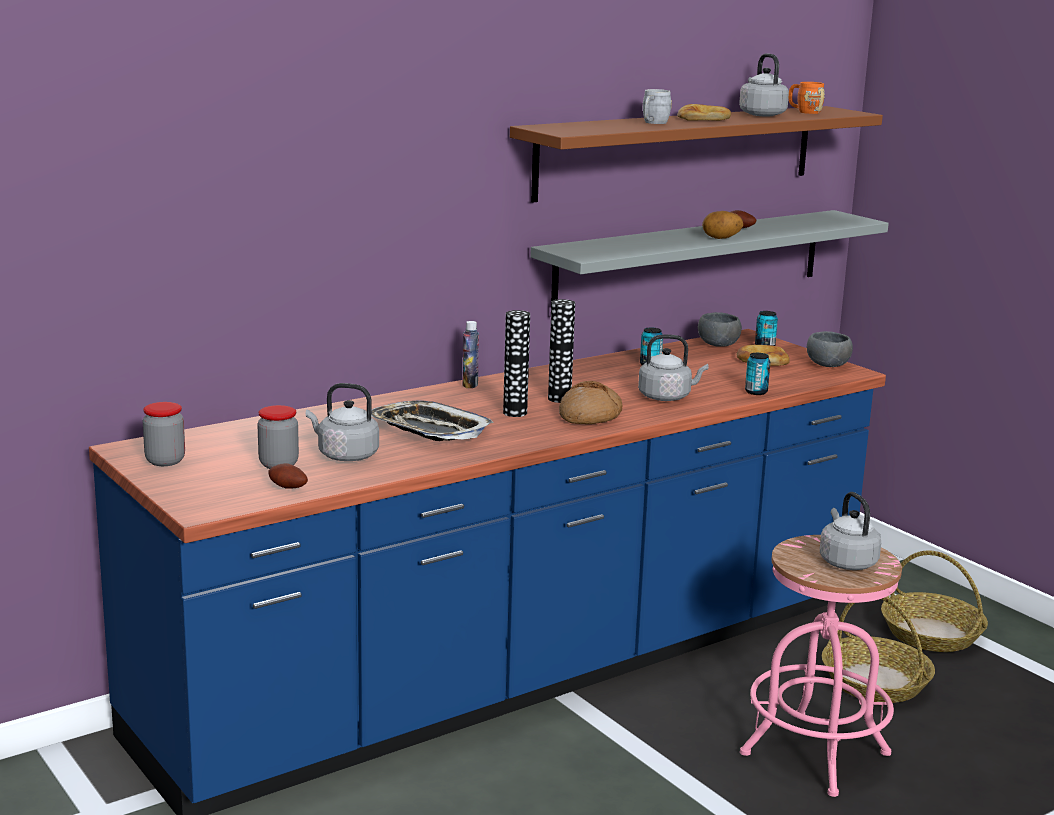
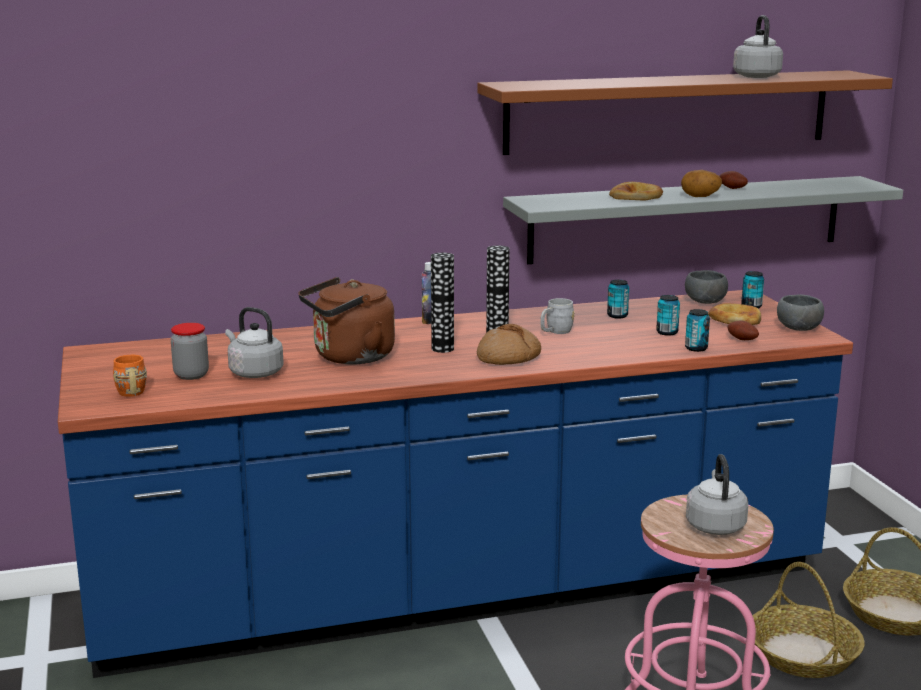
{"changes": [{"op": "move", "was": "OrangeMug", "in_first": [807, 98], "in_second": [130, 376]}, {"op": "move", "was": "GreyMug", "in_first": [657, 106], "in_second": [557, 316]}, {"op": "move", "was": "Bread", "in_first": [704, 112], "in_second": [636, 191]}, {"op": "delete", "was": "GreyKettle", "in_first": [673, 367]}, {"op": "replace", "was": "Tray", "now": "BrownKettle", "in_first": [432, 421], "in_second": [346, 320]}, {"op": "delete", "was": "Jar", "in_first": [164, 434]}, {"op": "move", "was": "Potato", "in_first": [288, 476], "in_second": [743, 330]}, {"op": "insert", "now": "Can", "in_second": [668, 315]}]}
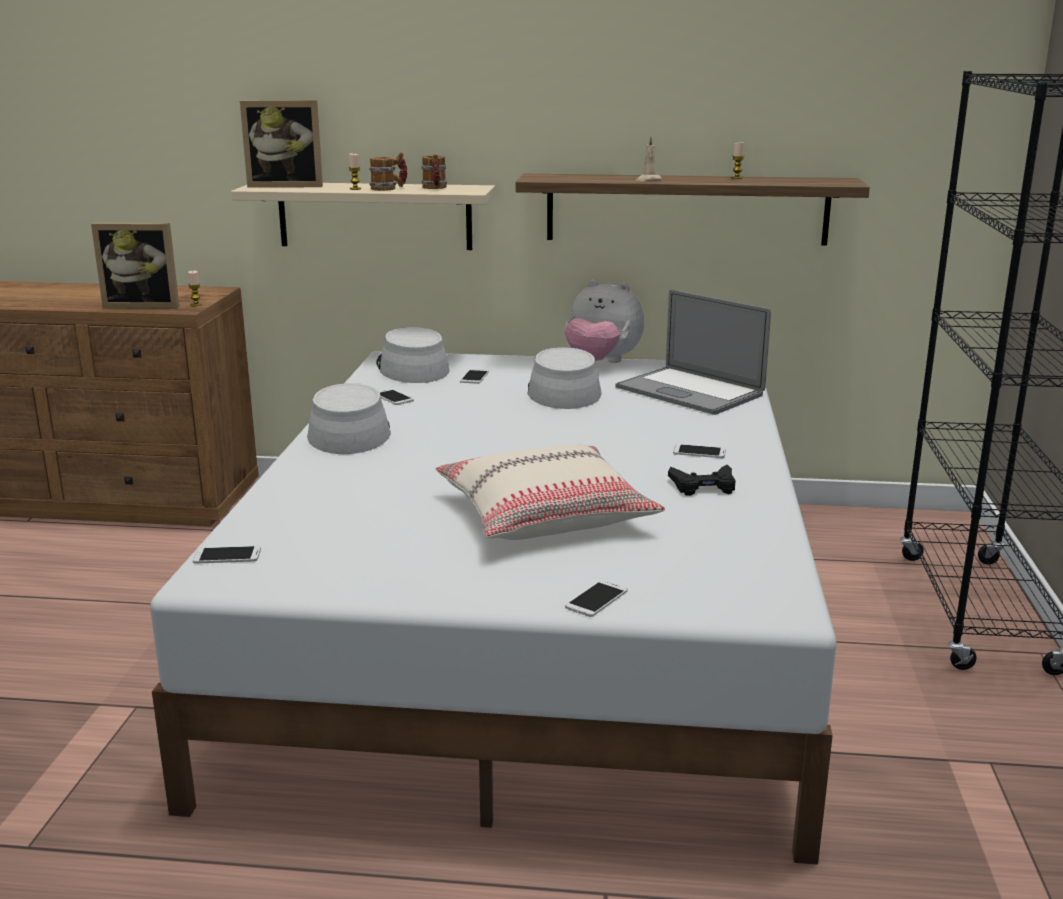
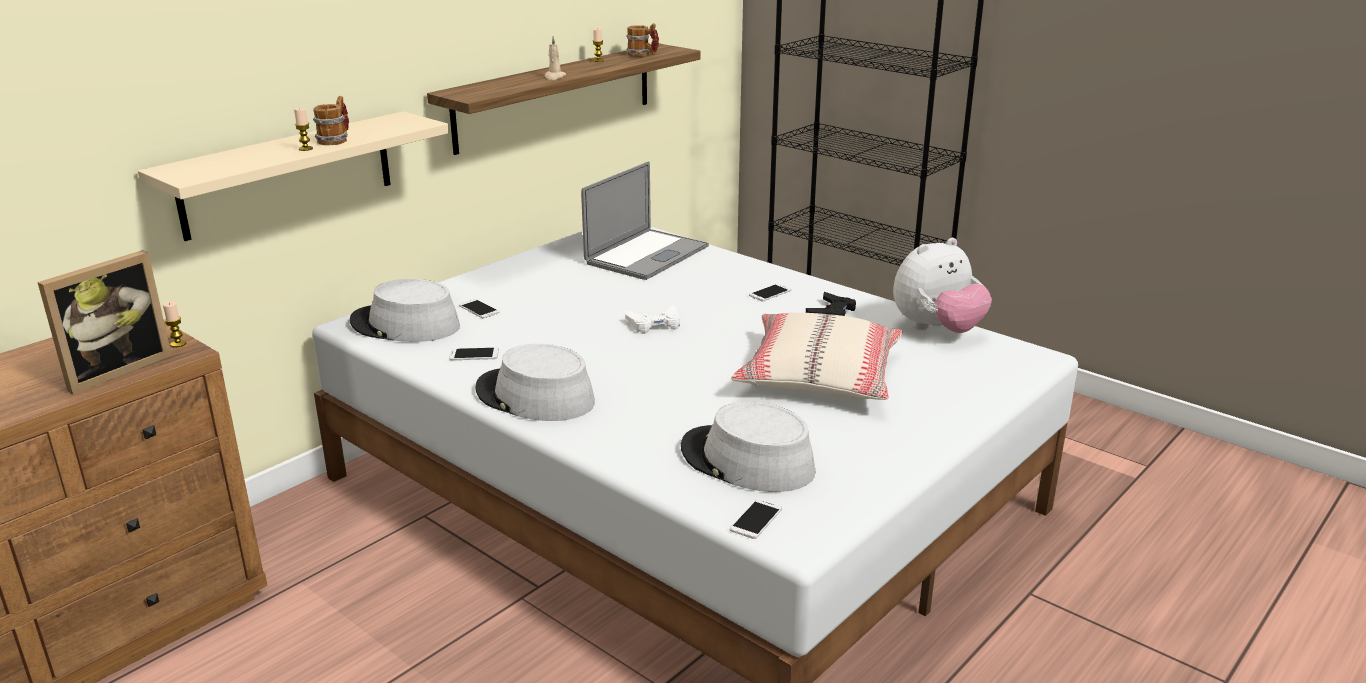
{"changes": [{"op": "delete", "was": "PictureFrame", "in_first": [281, 144]}, {"op": "move", "was": "Mug", "in_first": [434, 171], "in_second": [643, 40]}, {"op": "move", "was": "PlushToy", "in_first": [604, 321], "in_second": [942, 285]}, {"op": "rotate", "was": "Laptop", "in_first": [693, 352], "in_second": [645, 220], "clockwise": -45}, {"op": "move", "was": "GreyHat", "in_first": [564, 378], "in_second": [748, 447]}, {"op": "delete", "was": "Phone", "in_first": [596, 598]}, {"op": "insert", "now": "WhiteGameController", "in_second": [652, 319]}]}
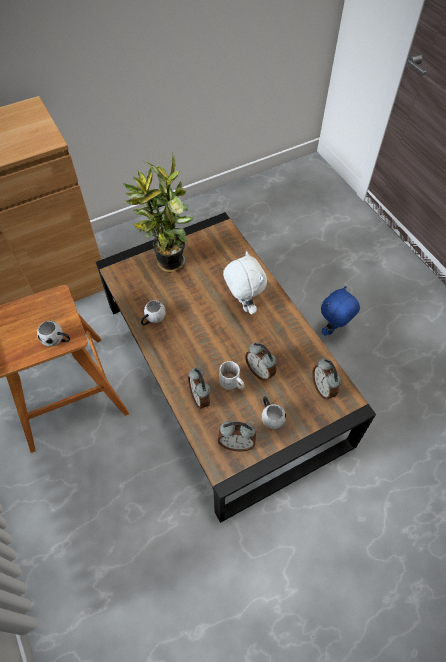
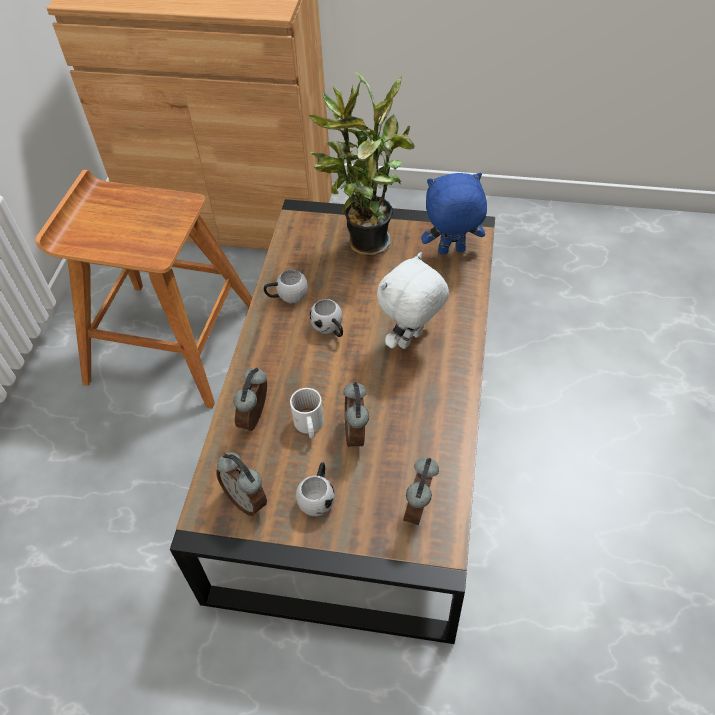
{"changes": [{"op": "rotate", "was": "WhitePlushToy", "in_first": [245, 282], "in_second": [413, 300], "clockwise": -150}, {"op": "move", "was": "BluePlushToy", "in_first": [340, 311], "in_second": [454, 213]}, {"op": "move", "was": "WhiteMug", "in_first": [53, 334], "in_second": [326, 318]}]}
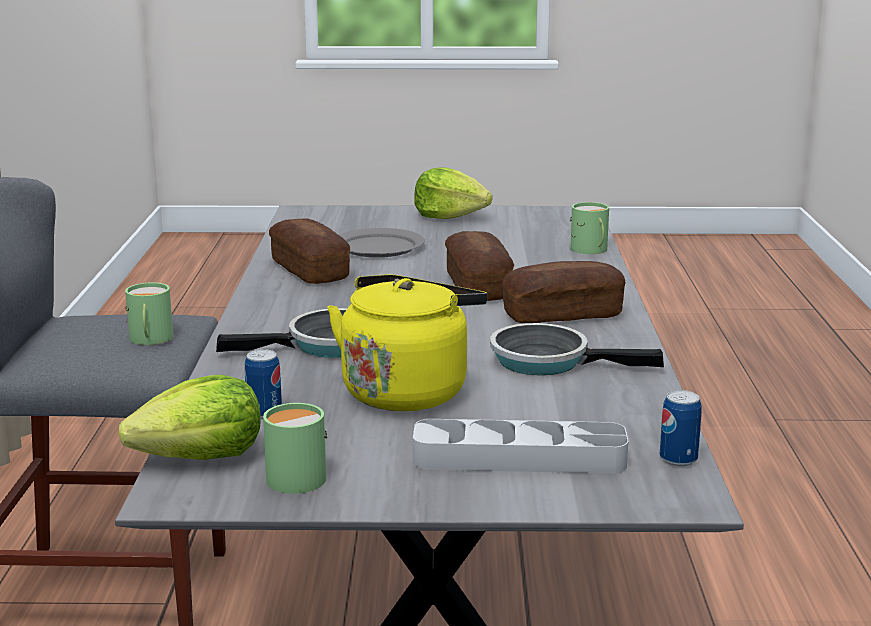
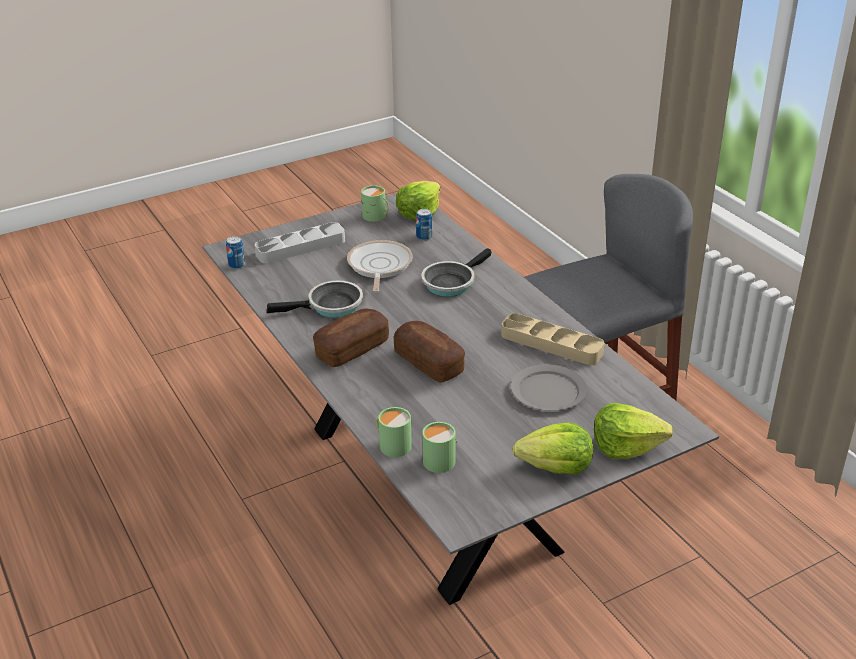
{"changes": [{"op": "replace", "was": "Bread", "now": "BeigeTray", "in_first": [309, 251], "in_second": [552, 339]}, {"op": "replace", "was": "YellowKettle", "now": "FryingPan", "in_first": [407, 342], "in_second": [380, 266]}, {"op": "move", "was": "GreenMug", "in_first": [149, 313], "in_second": [439, 447]}, {"op": "insert", "now": "Lettuce", "in_second": [633, 431]}]}
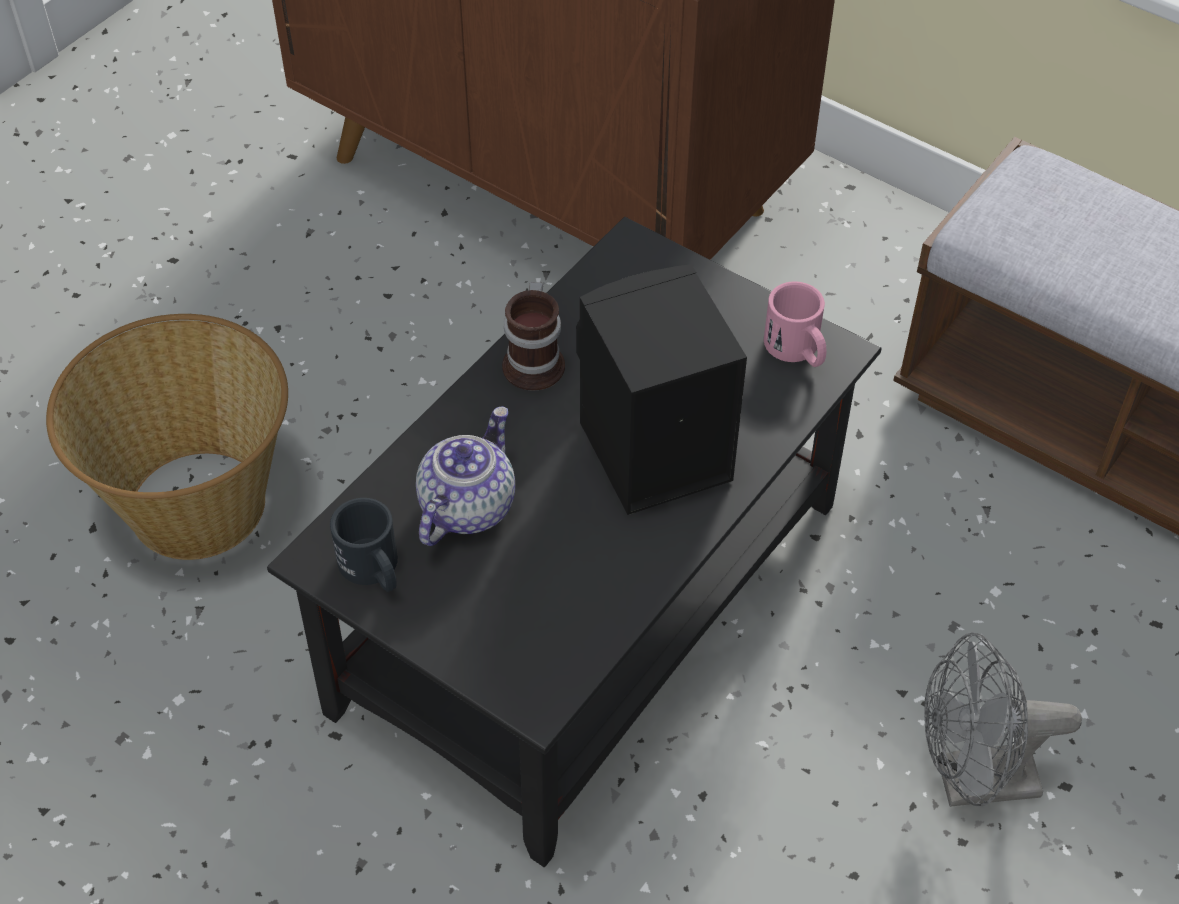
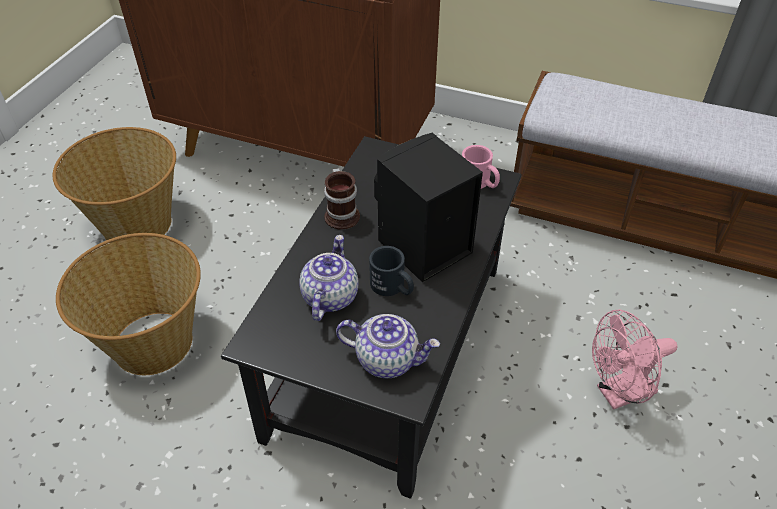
{"changes": [{"op": "move", "was": "BlackMug", "in_first": [364, 545], "in_second": [391, 271]}, {"op": "recolor", "was": "GreyFan", "now": "PinkFan", "in_first": [1003, 720], "in_second": [634, 359]}, {"op": "insert", "now": "Basket", "in_second": [114, 185]}, {"op": "insert", "now": "Teapot", "in_second": [388, 346]}]}
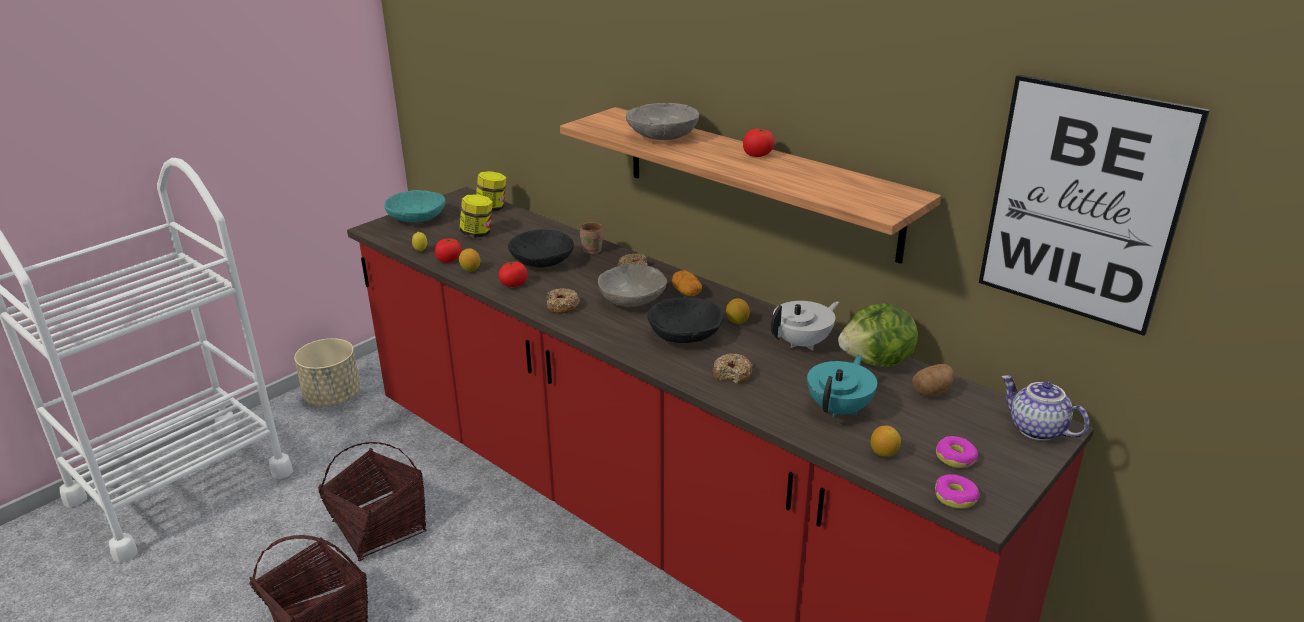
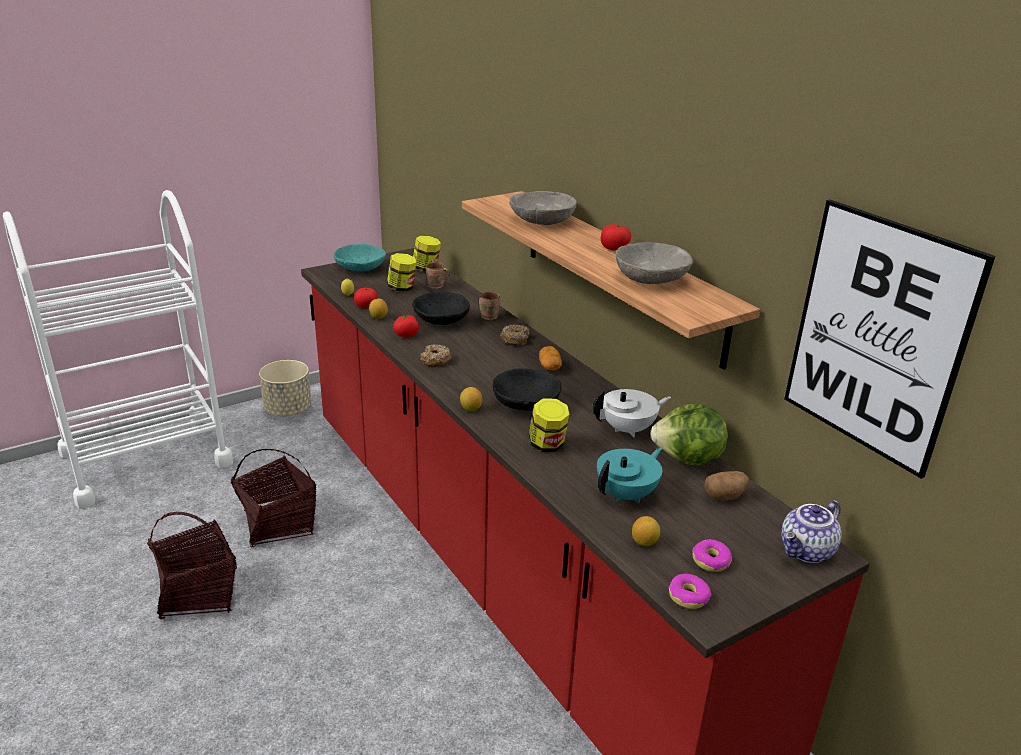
{"changes": [{"op": "move", "was": "GreyBowl", "in_first": [633, 286], "in_second": [655, 263]}, {"op": "move", "was": "Lemon", "in_first": [738, 311], "in_second": [471, 399]}, {"op": "replace", "was": "Donut", "now": "Jar", "in_first": [732, 368], "in_second": [549, 425]}, {"op": "rotate", "was": "Teapot", "in_first": [1045, 408], "in_second": [811, 531], "clockwise": -105}, {"op": "insert", "now": "BrownMug", "in_second": [438, 275]}]}
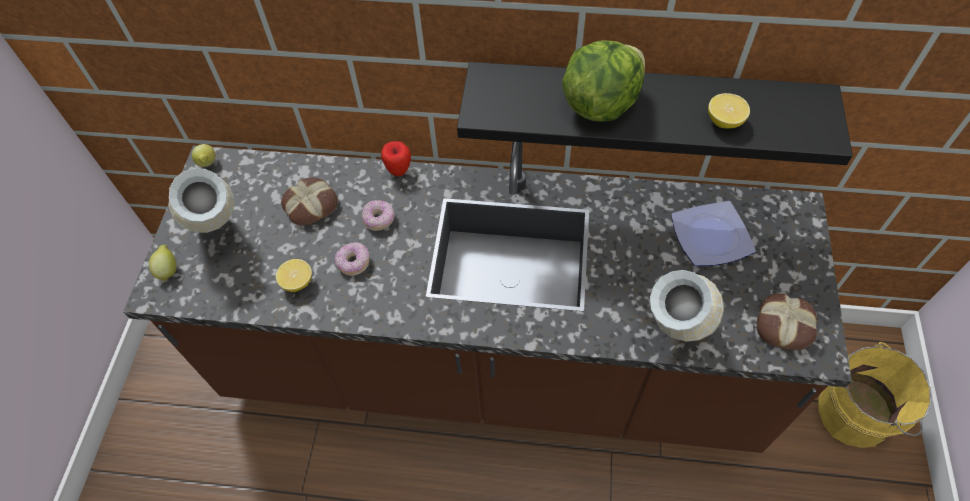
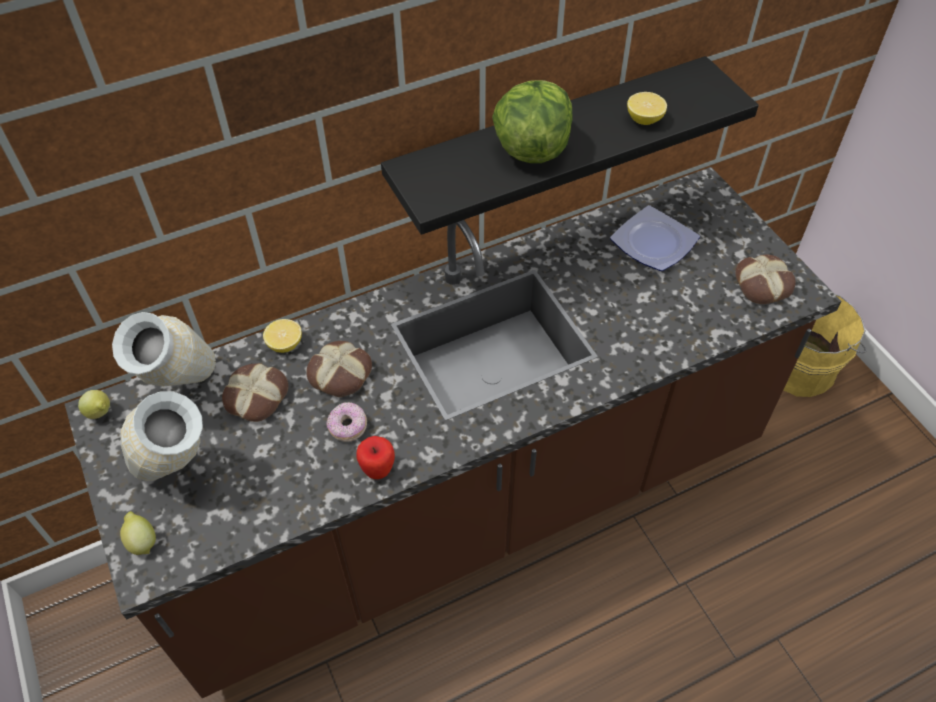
{"changes": [{"op": "move", "was": "Apple", "in_first": [396, 158], "in_second": [375, 457]}, {"op": "replace", "was": "Donut", "now": "Bread", "in_first": [378, 215], "in_second": [339, 369]}, {"op": "move", "was": "Lemon", "in_first": [294, 275], "in_second": [282, 336]}, {"op": "move", "was": "Vase", "in_first": [687, 306], "in_second": [164, 349]}]}
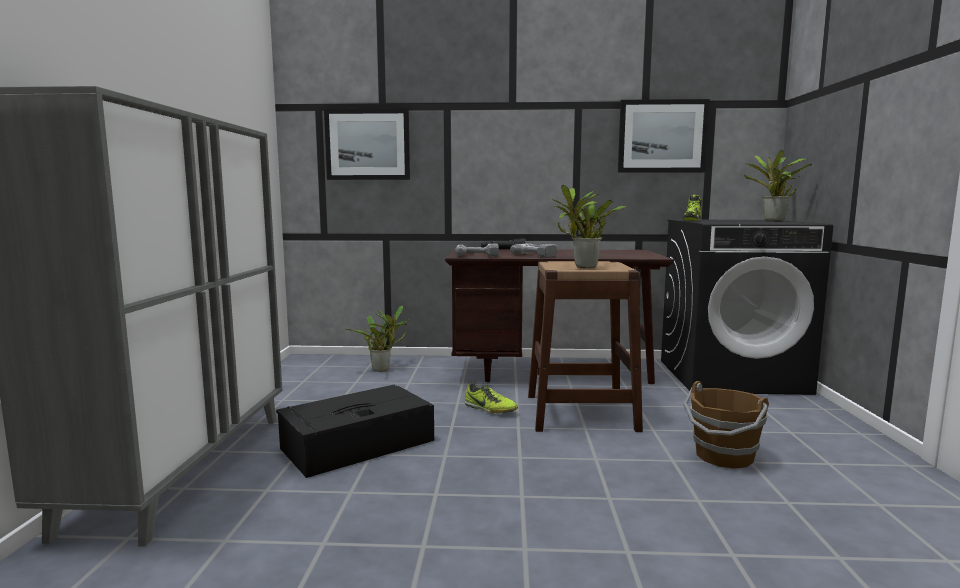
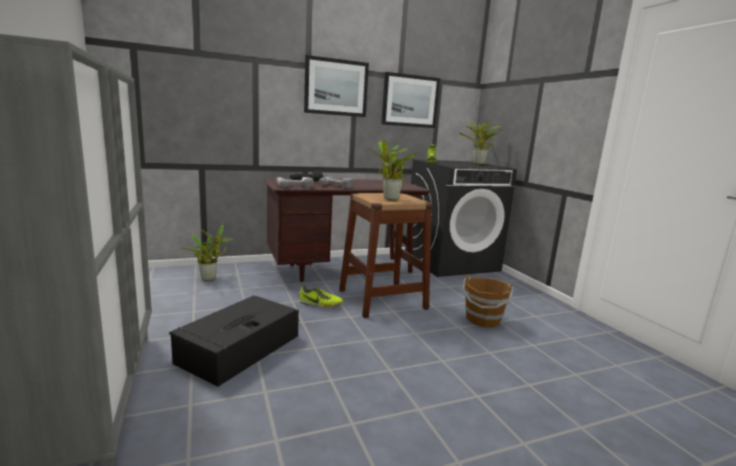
{"changes": [{"op": "move", "was": "Picture", "in_first": [367, 144], "in_second": [336, 86]}]}
